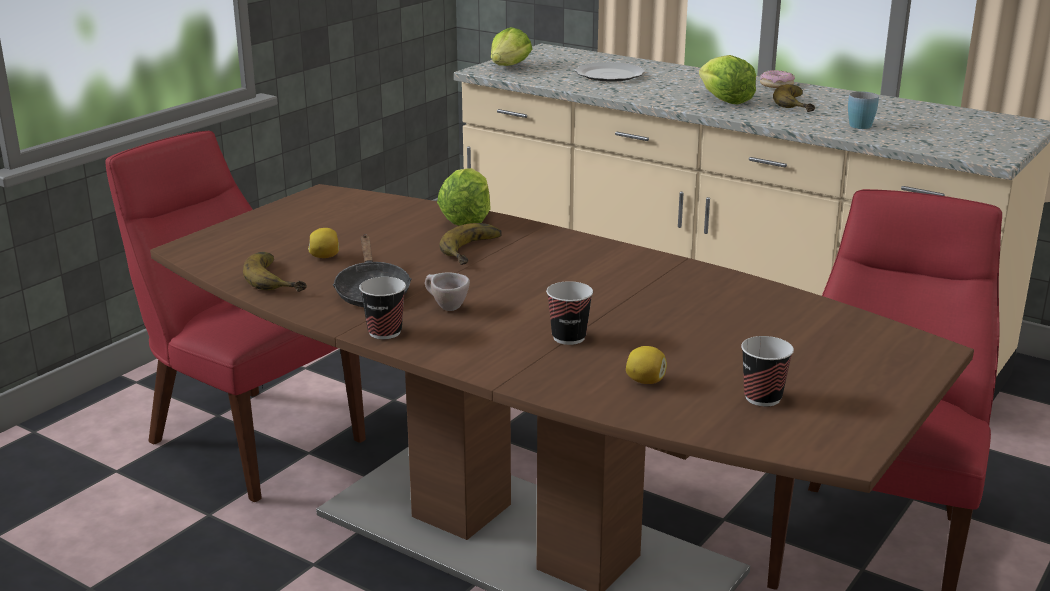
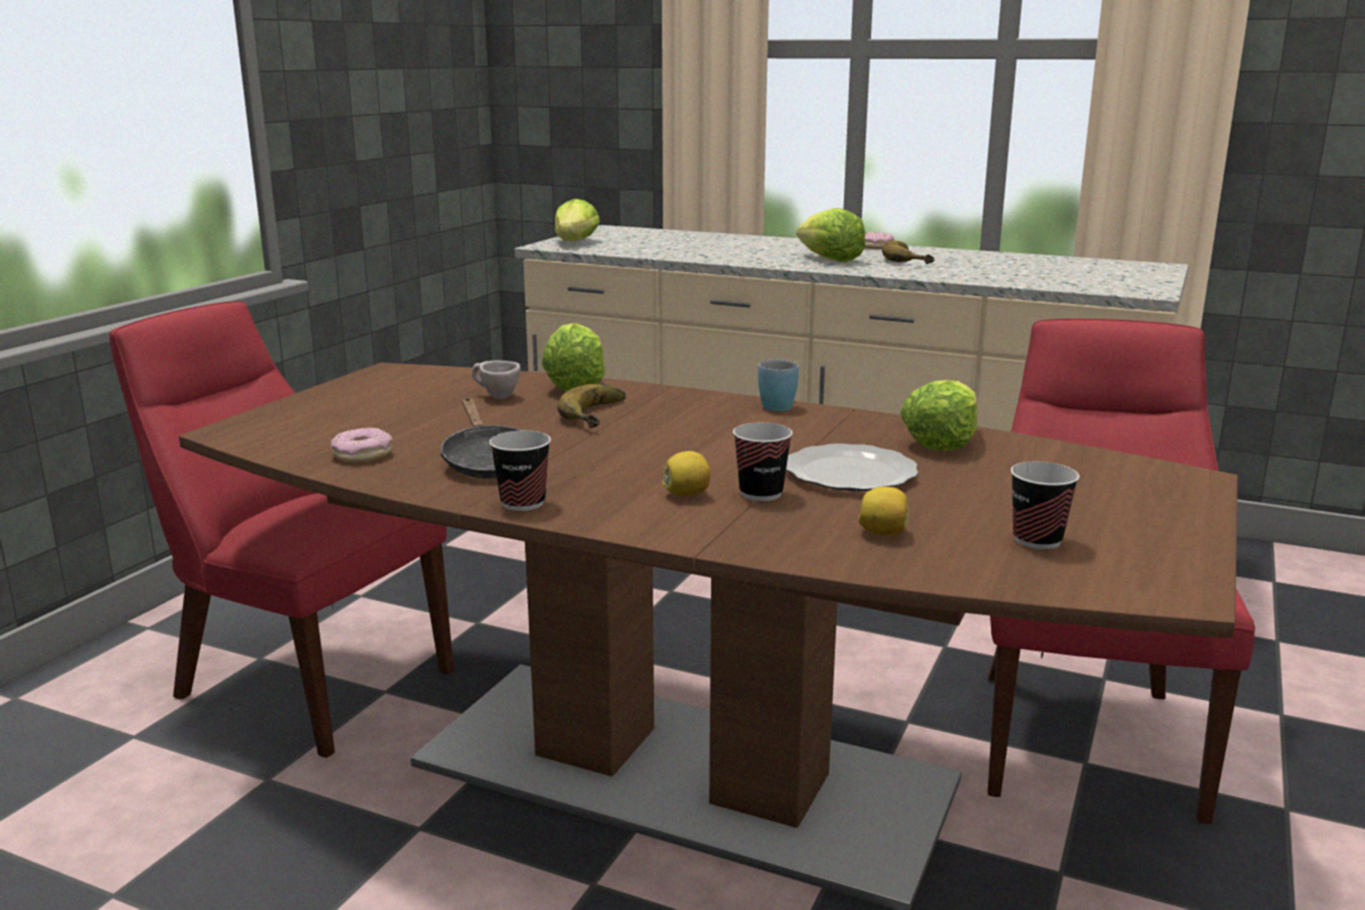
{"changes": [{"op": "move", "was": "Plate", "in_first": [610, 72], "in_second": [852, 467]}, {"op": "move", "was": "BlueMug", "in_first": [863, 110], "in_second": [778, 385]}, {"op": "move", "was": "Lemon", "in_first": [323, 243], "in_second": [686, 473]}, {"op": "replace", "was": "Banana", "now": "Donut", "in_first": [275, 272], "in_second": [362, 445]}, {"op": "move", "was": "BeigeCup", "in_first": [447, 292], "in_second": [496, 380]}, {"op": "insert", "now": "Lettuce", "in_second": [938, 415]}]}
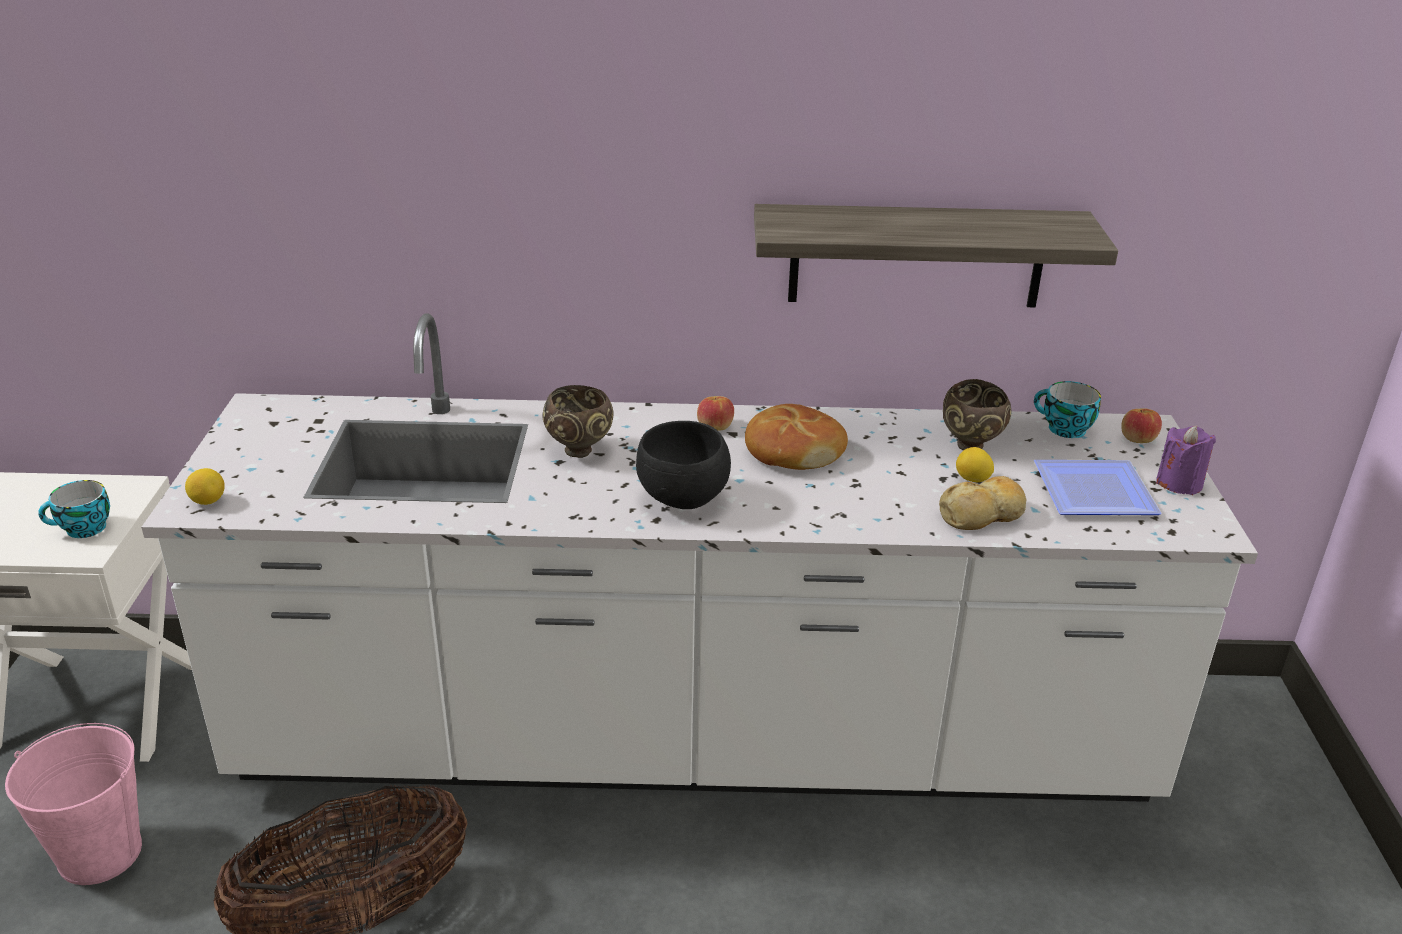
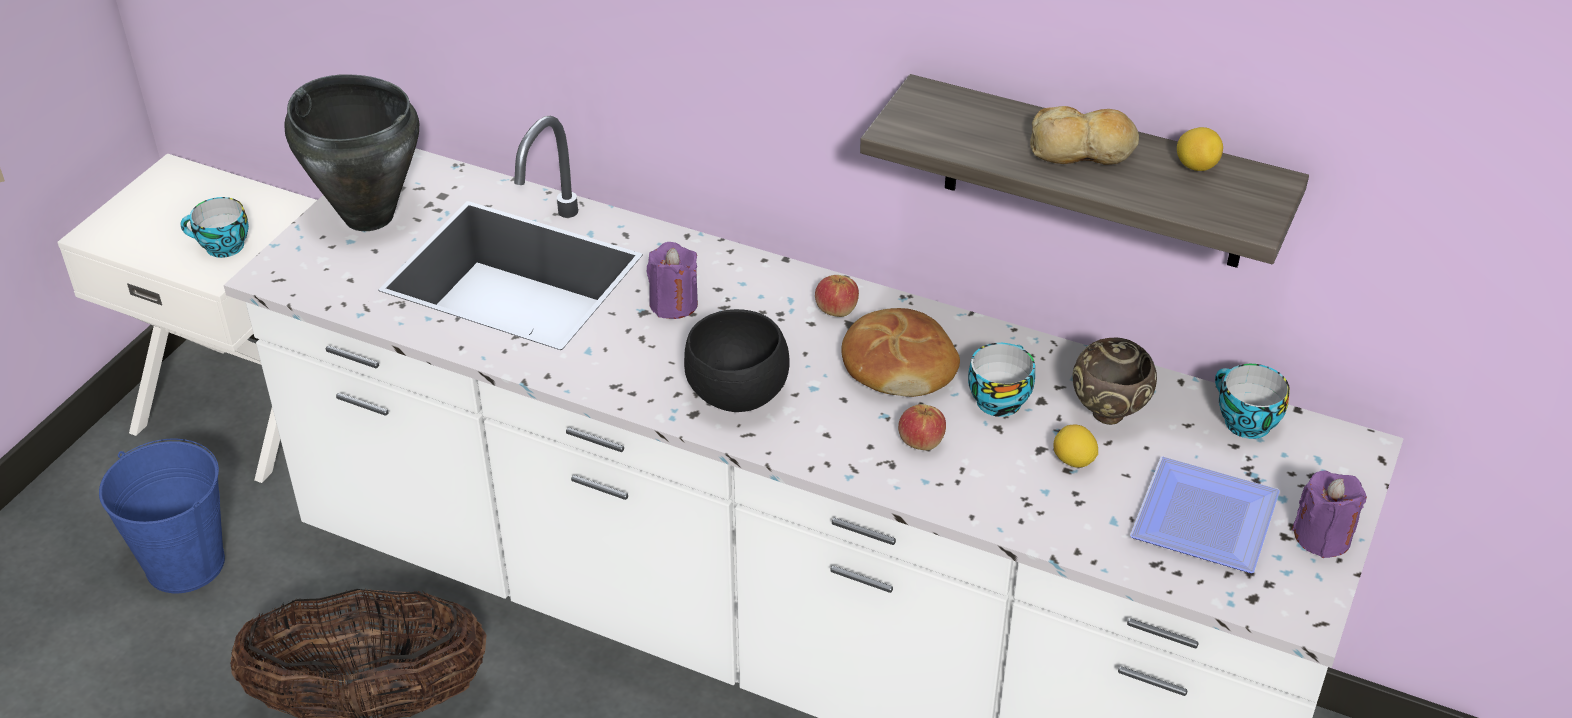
{"changes": [{"op": "replace", "was": "BrownBowl", "now": "PurpleCandle", "in_first": [578, 421], "in_second": [672, 280]}, {"op": "move", "was": "Apple", "in_first": [1141, 425], "in_second": [922, 427]}, {"op": "move", "was": "Lemon", "in_first": [204, 486], "in_second": [1200, 149]}, {"op": "move", "was": "Bread", "in_first": [982, 503], "in_second": [1084, 135]}, {"op": "recolor", "was": "PinkBucket", "now": "BlueBucket", "in_first": [73, 804], "in_second": [162, 516]}, {"op": "insert", "now": "BlackCookingPot", "in_second": [352, 152]}, {"op": "insert", "now": "Cup", "in_second": [1001, 380]}]}
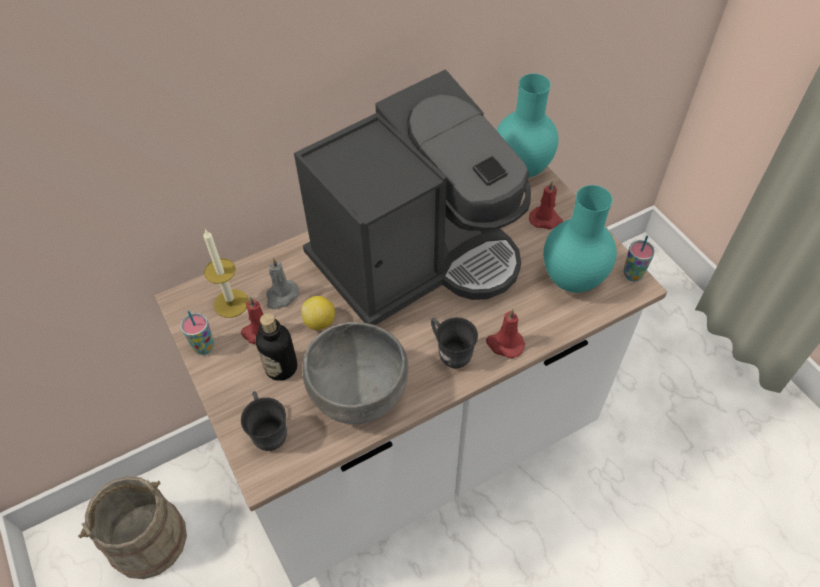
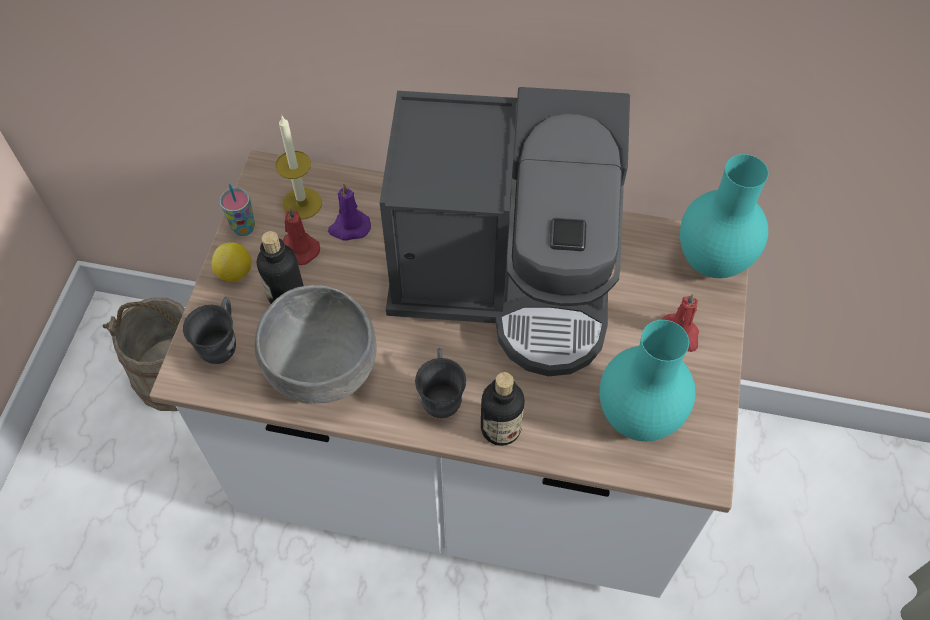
{"changes": [{"op": "delete", "was": "Cup", "in_first": [639, 259]}, {"op": "recolor", "was": "GreyCandle", "now": "PurpleCandle", "in_first": [282, 283], "in_second": [349, 212]}, {"op": "move", "was": "Lemon", "in_first": [318, 313], "in_second": [231, 262]}, {"op": "replace", "was": "RedCandle", "now": "Bottle", "in_first": [505, 334], "in_second": [503, 409]}]}
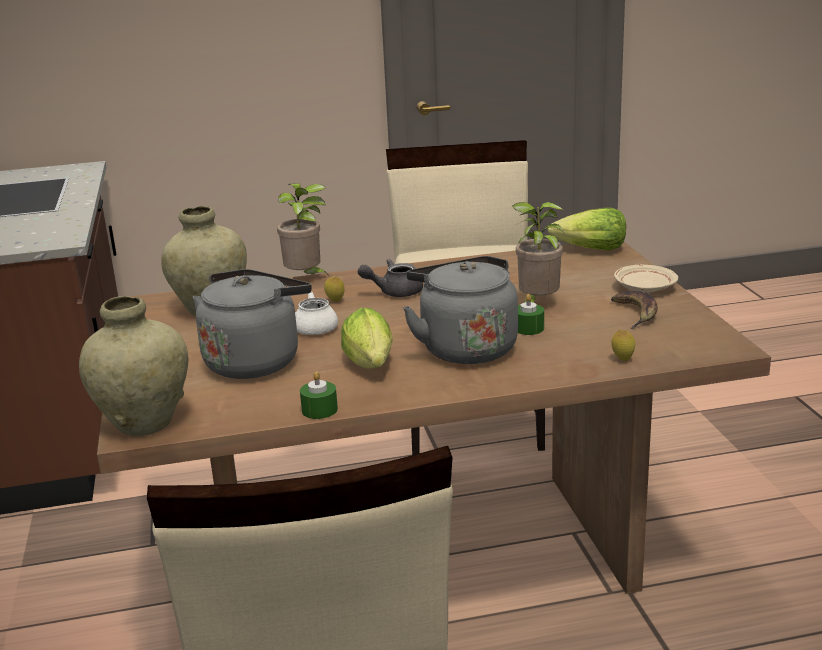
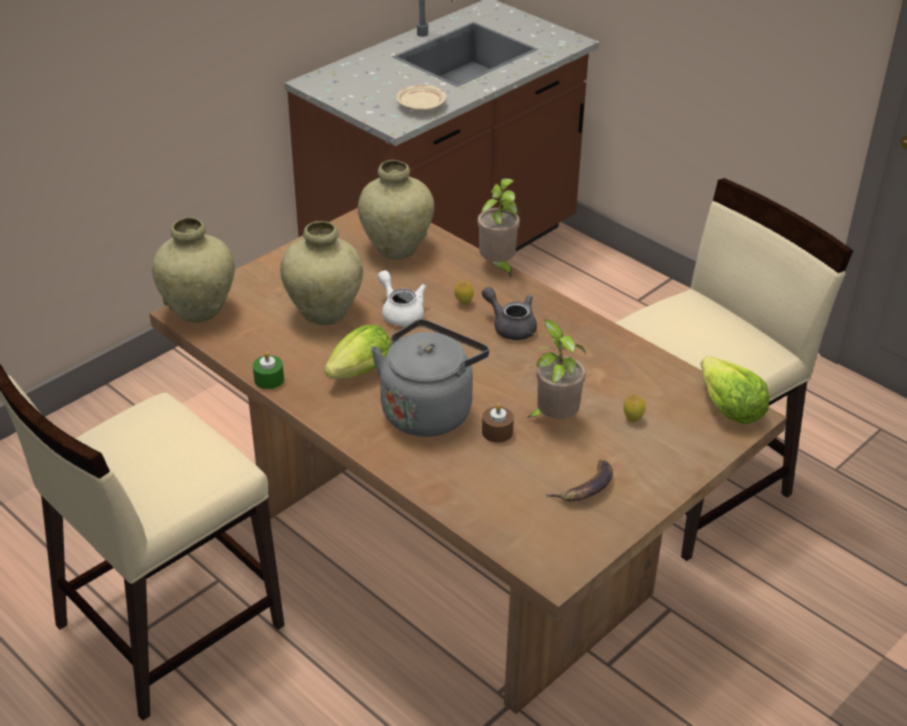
{"changes": [{"op": "move", "was": "BeigePlate", "in_first": [646, 279], "in_second": [421, 98]}, {"op": "replace", "was": "GreyKettle", "now": "BeigeVase", "in_first": [252, 324], "in_second": [321, 273]}, {"op": "recolor", "was": "GreenCandle", "now": "BrownCandle", "in_first": [531, 314], "in_second": [498, 423]}, {"op": "move", "was": "Lemon", "in_first": [623, 345], "in_second": [635, 408]}]}
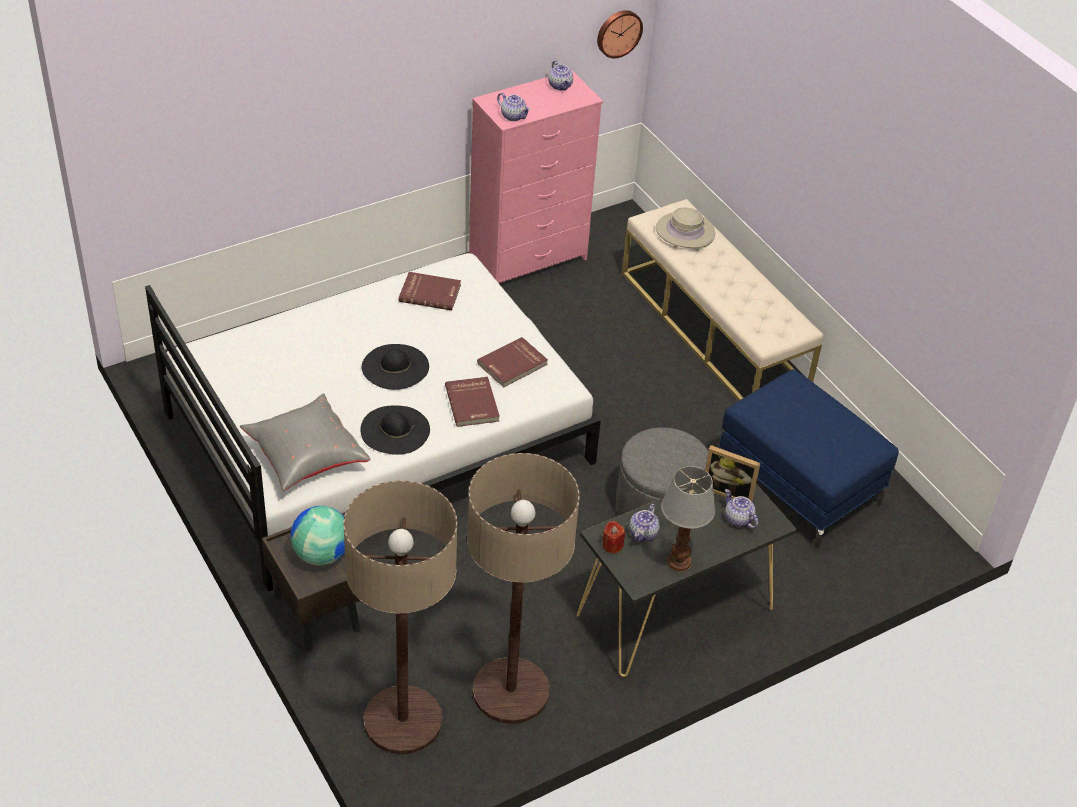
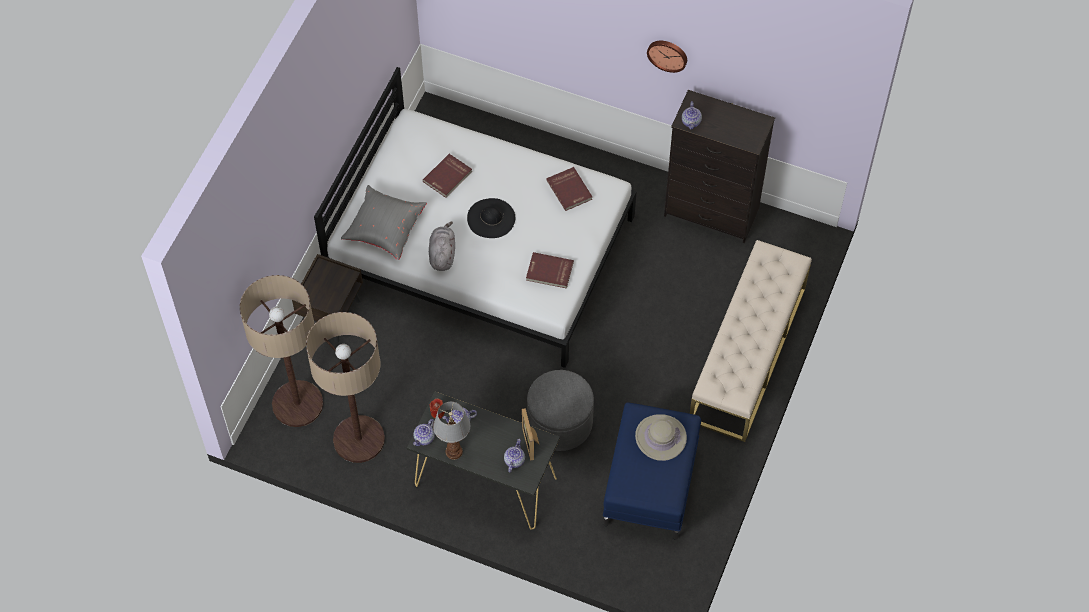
{"changes": [{"op": "move", "was": "WallClock", "in_first": [620, 34], "in_second": [667, 57]}, {"op": "move", "was": "Teapot", "in_first": [560, 75], "in_second": [424, 432]}, {"op": "recolor", "was": "PinkDresser", "now": "BlackDresser", "in_first": [536, 176], "in_second": [719, 166]}, {"op": "move", "was": "BeigeHat", "in_first": [685, 227], "in_second": [661, 437]}, {"op": "move", "was": "RedBook", "in_first": [472, 402], "in_second": [447, 176]}, {"op": "replace", "was": "BlackHat", "now": "GreyPlushToy", "in_first": [395, 430], "in_second": [442, 246]}, {"op": "delete", "was": "Globe", "in_first": [317, 536]}]}
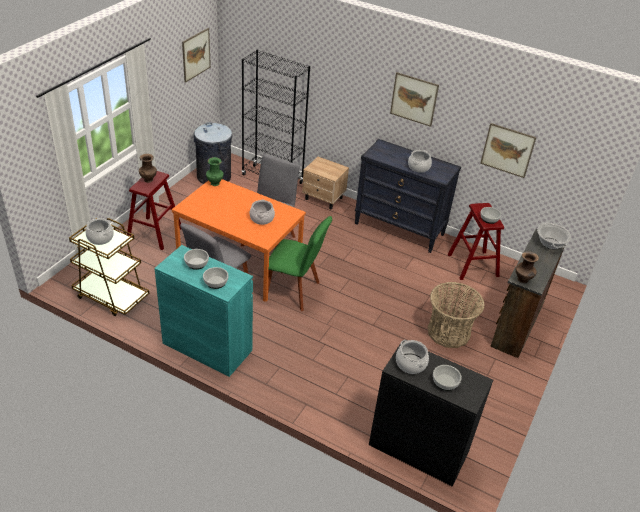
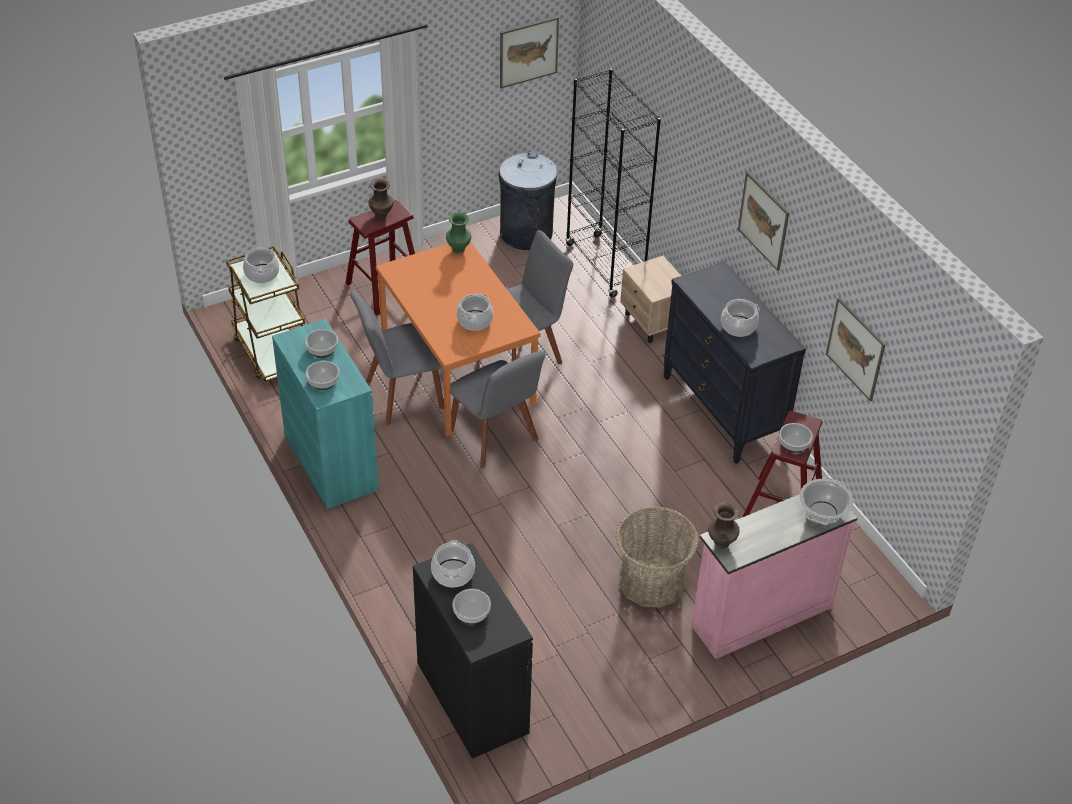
{"changes": [{"op": "recolor", "was": "GreenChair", "now": "GreyChair", "in_first": [300, 263], "in_second": [497, 409]}, {"op": "recolor", "was": "BrownDresser", "now": "PinkDresser", "in_first": [528, 293], "in_second": [775, 576]}]}
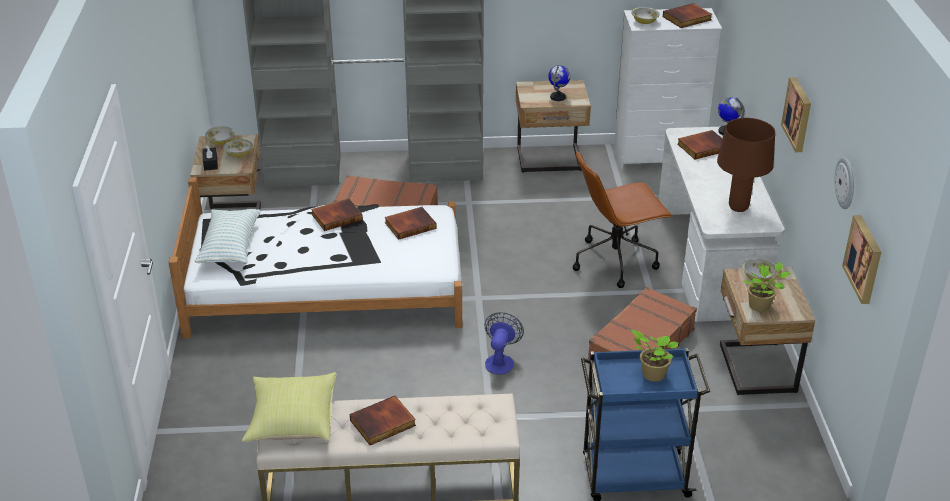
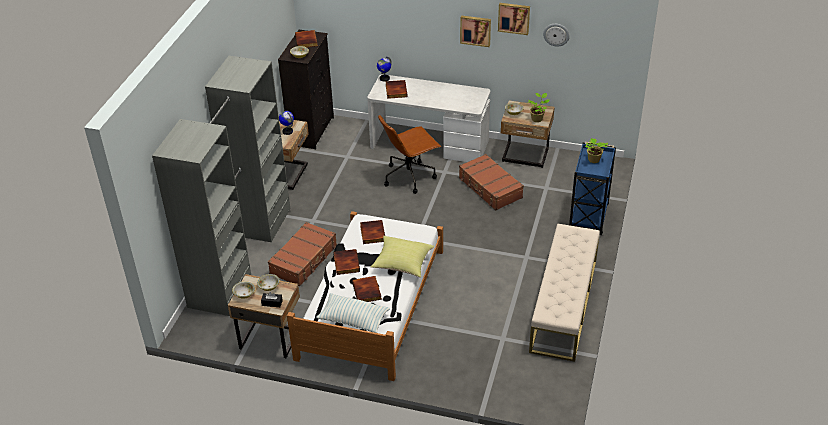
{"changes": [{"op": "recolor", "was": "WhiteDresser", "now": "BlackDresser", "in_first": [668, 88], "in_second": [306, 89]}, {"op": "delete", "was": "BrownTableLamp", "in_first": [746, 165]}, {"op": "rotate", "was": "BrownOfficeChair", "in_first": [623, 219], "in_second": [409, 154], "clockwise": 60}, {"op": "move", "was": "Picture", "in_first": [861, 259], "in_second": [514, 19]}, {"op": "delete", "was": "Fan", "in_first": [504, 343]}, {"op": "move", "was": "YellowPillow", "in_first": [289, 407], "in_second": [402, 256]}, {"op": "move", "was": "Book", "in_first": [383, 420], "in_second": [367, 289]}]}
